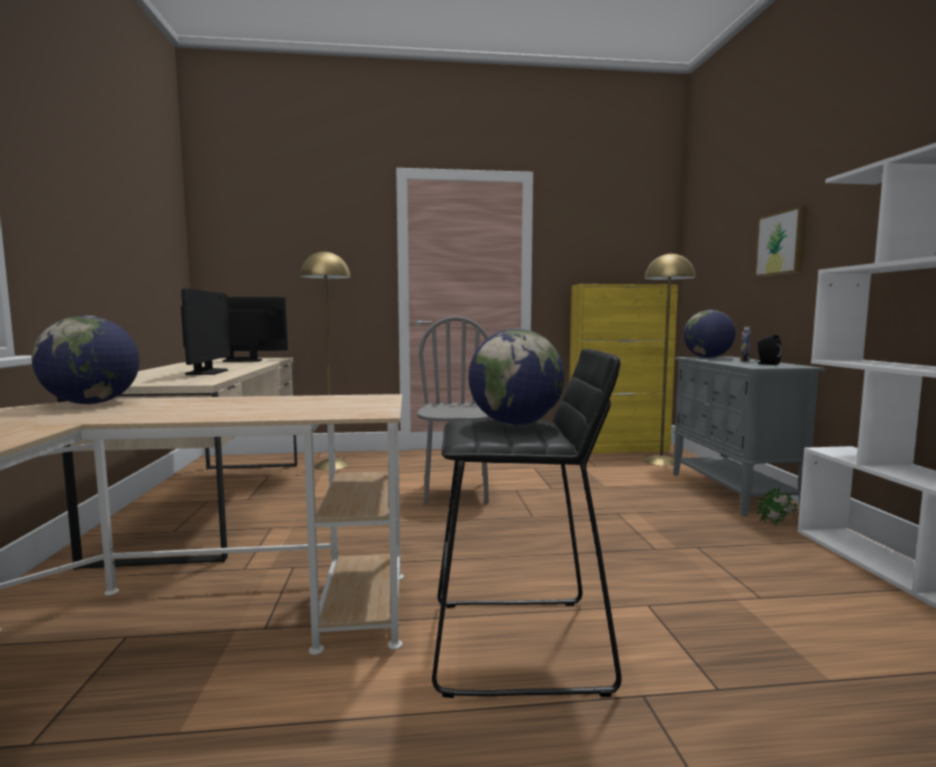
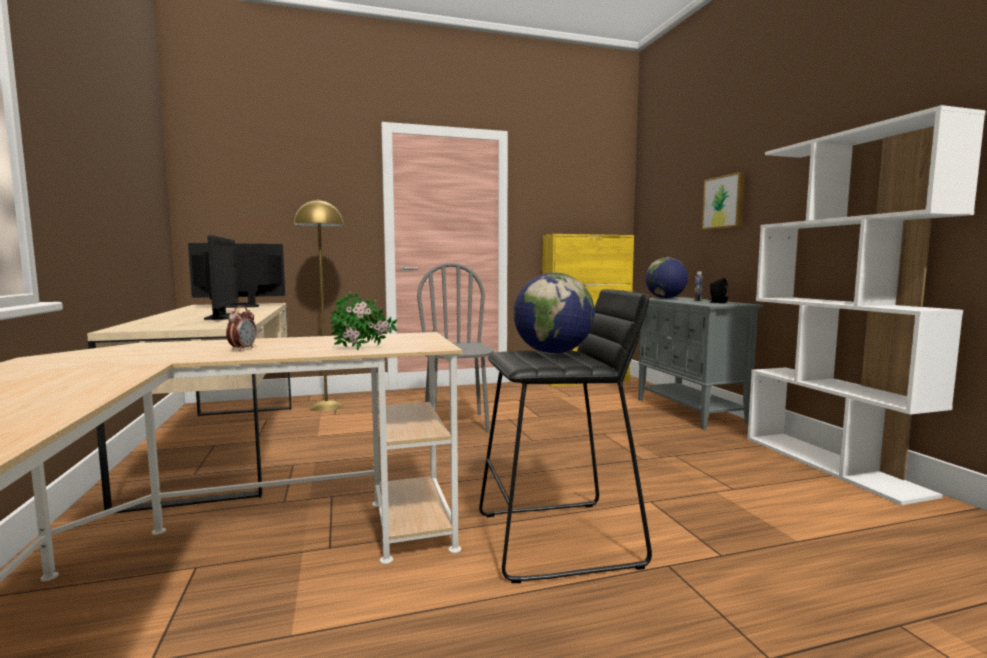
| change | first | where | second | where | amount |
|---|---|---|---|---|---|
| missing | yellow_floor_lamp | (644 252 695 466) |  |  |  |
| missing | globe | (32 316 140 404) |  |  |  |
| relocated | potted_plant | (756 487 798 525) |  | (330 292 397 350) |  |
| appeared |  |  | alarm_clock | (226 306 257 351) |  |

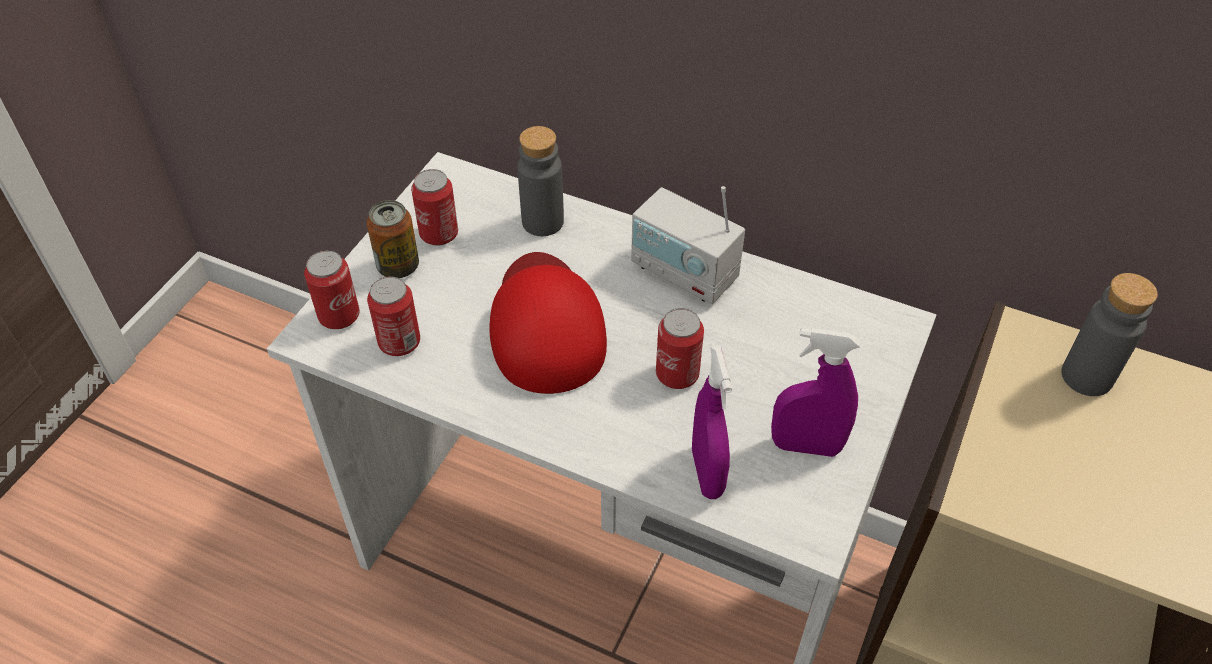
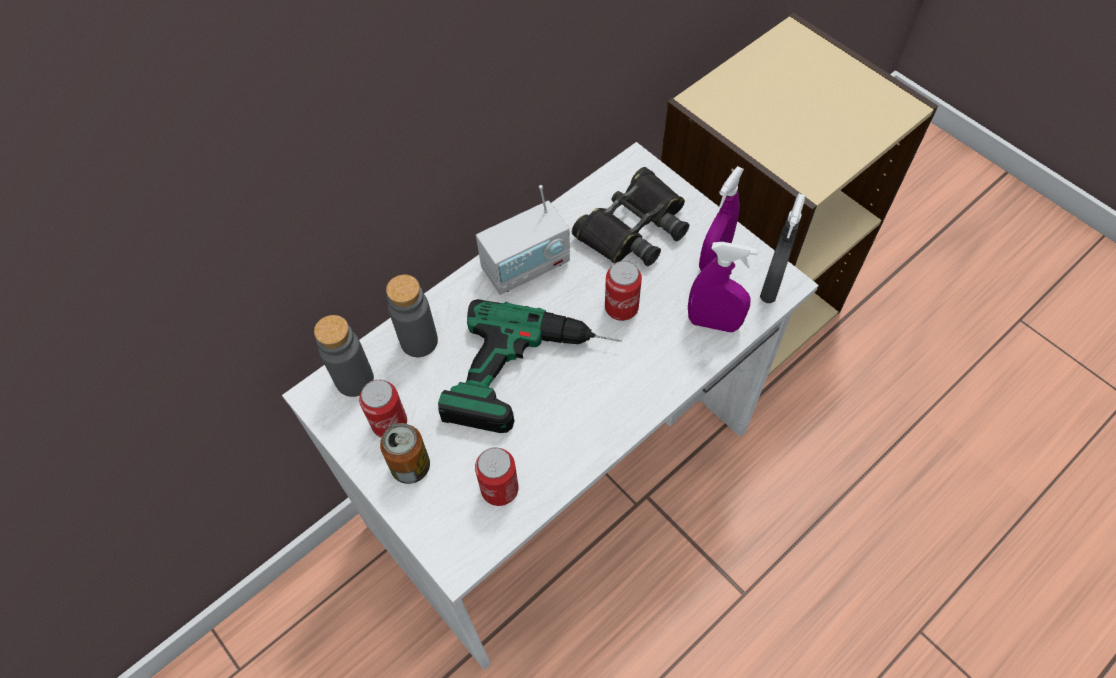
| change | first | where | second | where | amount |
|---|---|---|---|---|---|
| missing | can | (304 250 360 329) |  |  |  |
| exchanged | red_cap | (489 252 607 394) | power_drill | (438 299 622 433) |  |
| relocated | grey_bottle | (1061 273 1158 396) |  | (314 315 374 397) |  |
| appeared |  |  | black_binoculars | (572 167 689 266) |  |
| appeared |  |  | grey_spray_bottle | (760 193 806 303) |  |

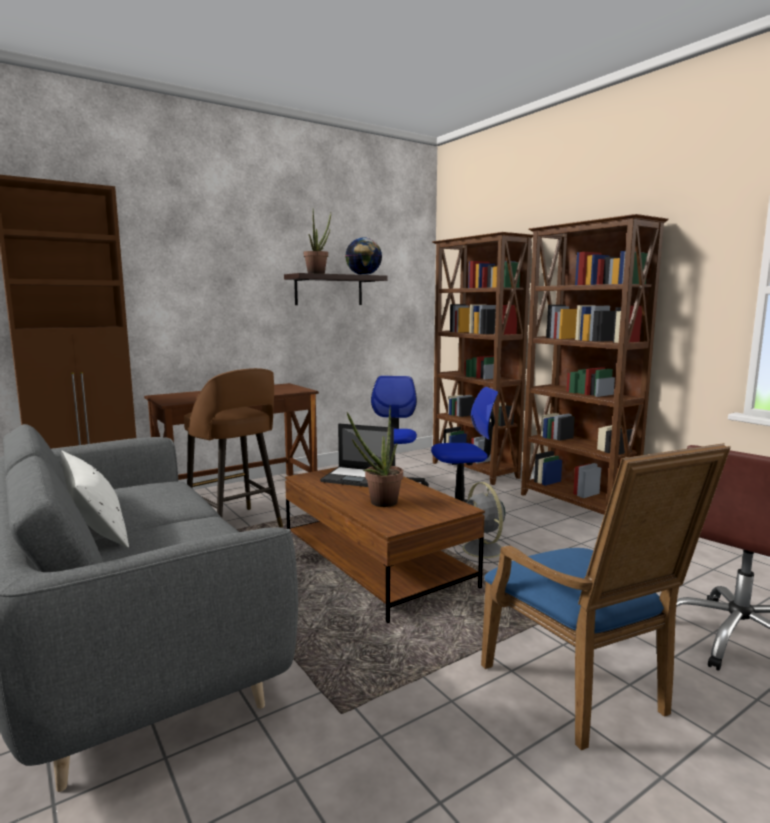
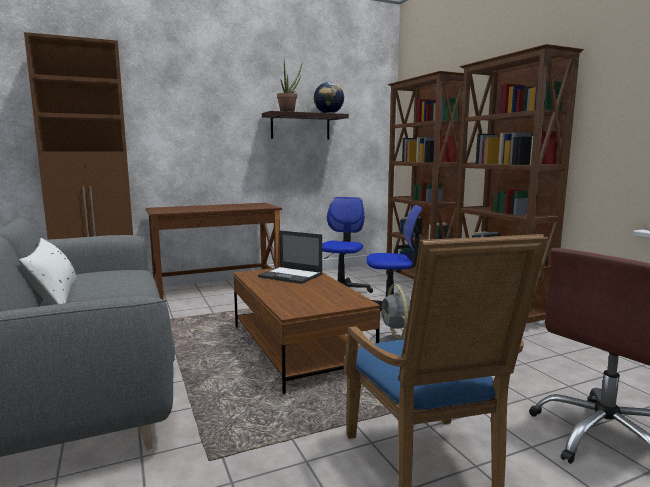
| change | first | where | second | where | amount |
|---|---|---|---|---|---|
| missing | brown_stool | (184 368 283 527) |  |  |  |
| missing | potted_plant | (347 406 403 507) |  |  |  |

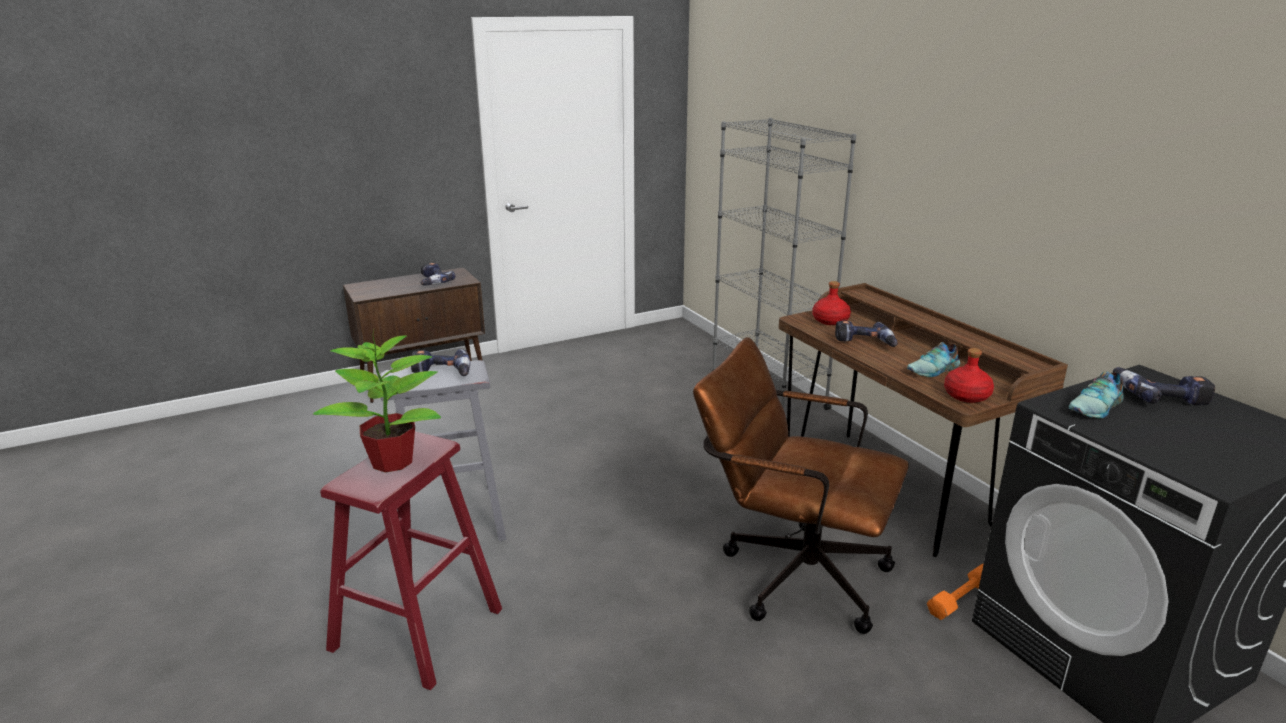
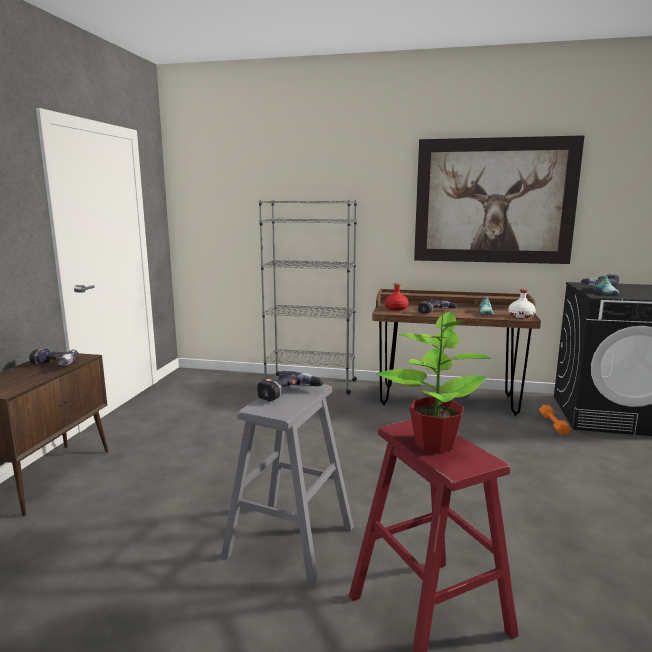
| change | first | where | second | where | amount |
|---|---|---|---|---|---|
| missing | brown_office_chair | (693 337 909 634) |  |  |  |
| colour | red_bottle | (944 348 994 403) | white_bottle | (508 289 536 318) |  |
| appeared |  |  | picture | (414 135 585 264) |  |

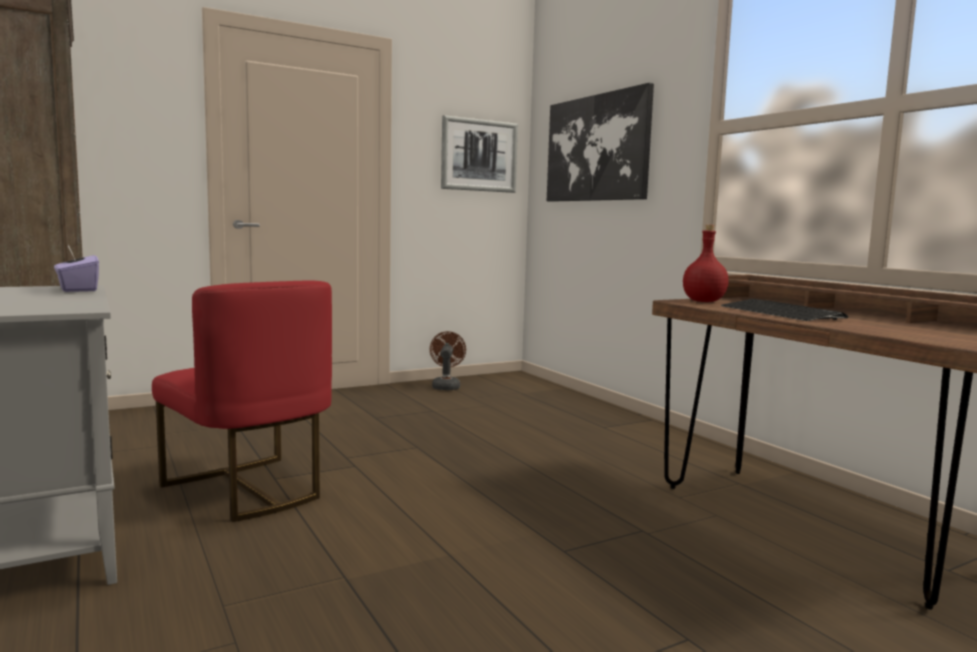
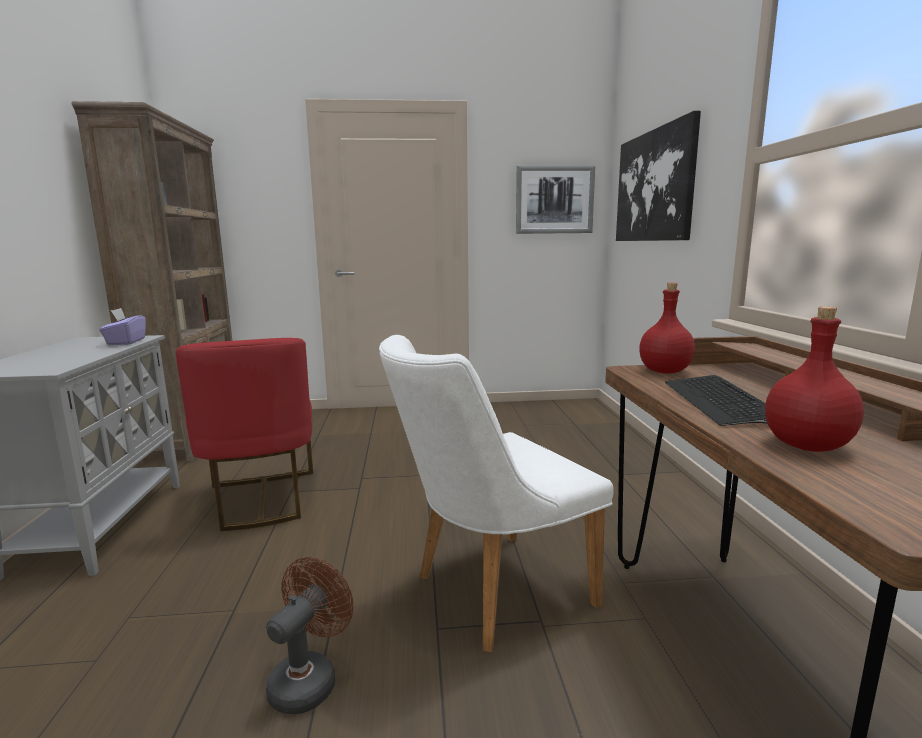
| change | first | where | second | where | amount |
|---|---|---|---|---|---|
| relocated | brown_fan | (430 331 466 390) |  | (266 557 353 714) |  |
| appeared |  |  | red_bottle | (765 307 864 452) |  |
| appeared |  |  | white_chair | (379 335 614 652) |  |

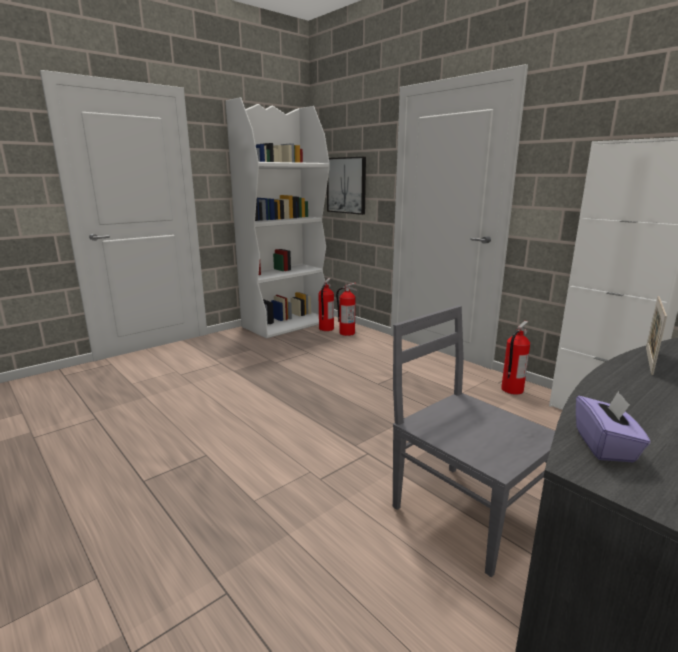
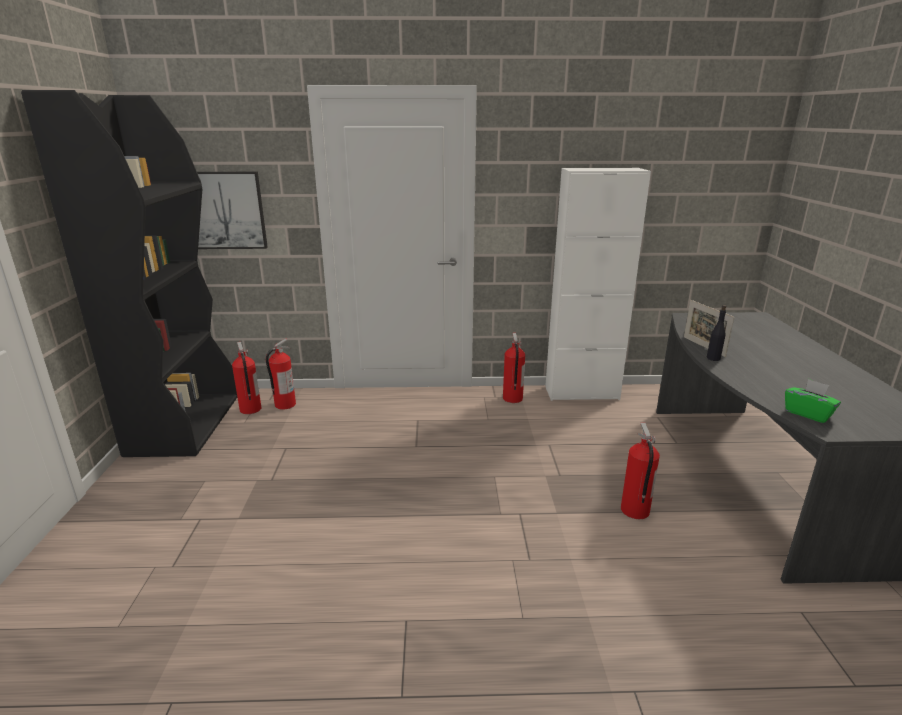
| change | first | where | second | where | amount |
|---|---|---|---|---|---|
| colour | white_bookcase | (226 97 330 339) | black_bookcase | (21 90 237 457) |  |
| exchanged | grey_chair | (393 305 555 577) | fire_extinguisher | (621 422 660 519) |  |
| colour | purple_tissue_box | (576 391 651 462) | green_tissue_box | (785 379 841 423) |  |
| appeared |  |  | black_bottle | (707 305 726 361) |  |

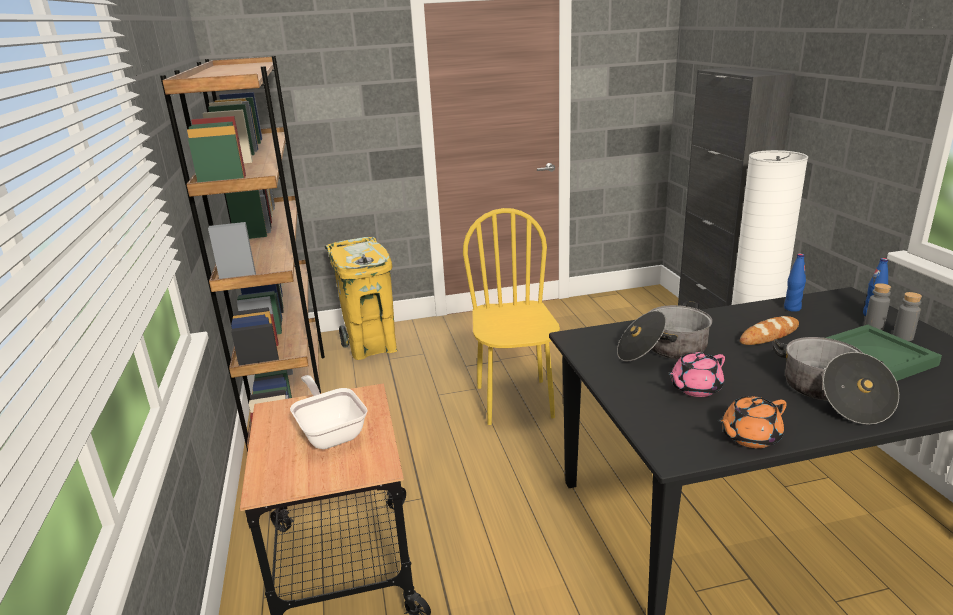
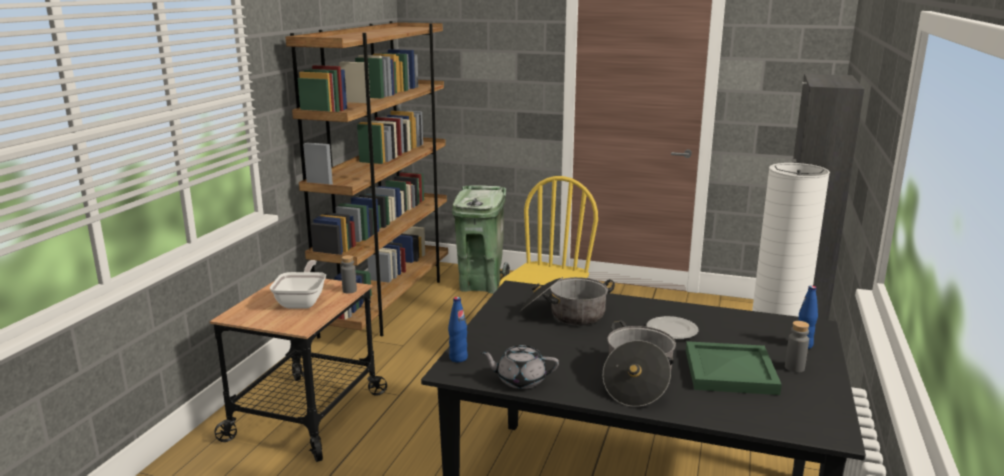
| change | first | where | second | where | amount |
|---|---|---|---|---|---|
| colour | yellow_trash_can | (325 237 397 360) | green_trash_can | (452 185 510 294) |  |
| relocated | blue_bottle | (784 253 806 312) |  | (448 297 468 362) |  |
| relocated | grey_bottle | (864 283 891 330) |  | (341 255 357 293) |  |
| exchanged | bread | (740 316 799 345) | plate | (647 316 699 339) |  |
| missing | pink_teapot | (668 352 725 397) |  |  |  |
| colour | orange_teapot | (718 396 787 448) | grey_teapot | (480 345 559 389) |  |

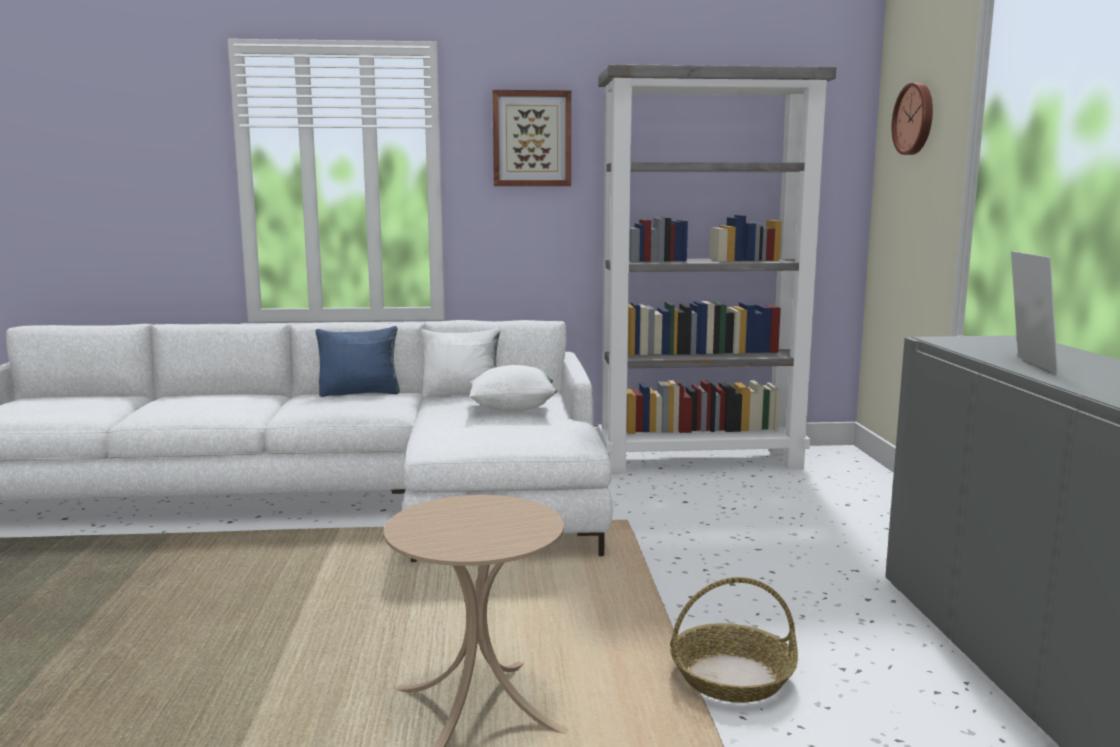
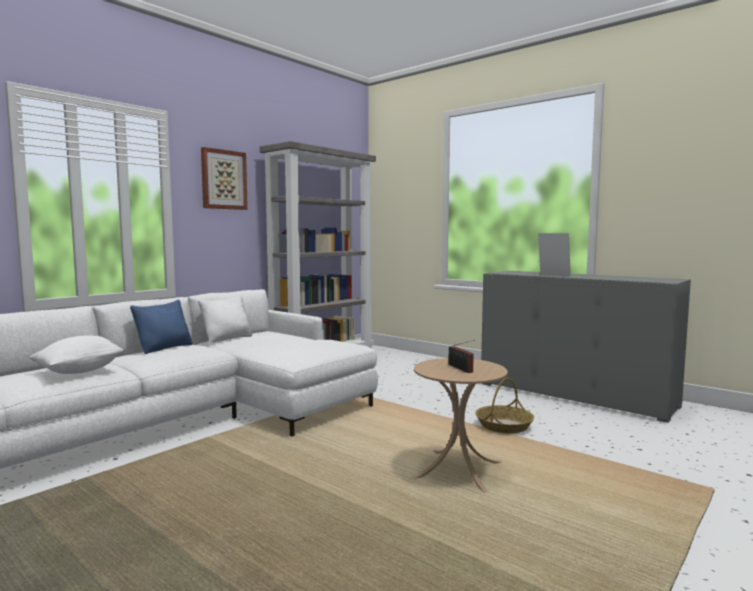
| change | first | where | second | where | amount |
|---|---|---|---|---|---|
| missing | wall_clock | (892 83 933 155) |  |  |  |
| relocated | white_pillow | (469 365 558 412) |  | (29 335 125 374) |  |
| appeared |  |  | radio | (448 340 475 373) |  |

